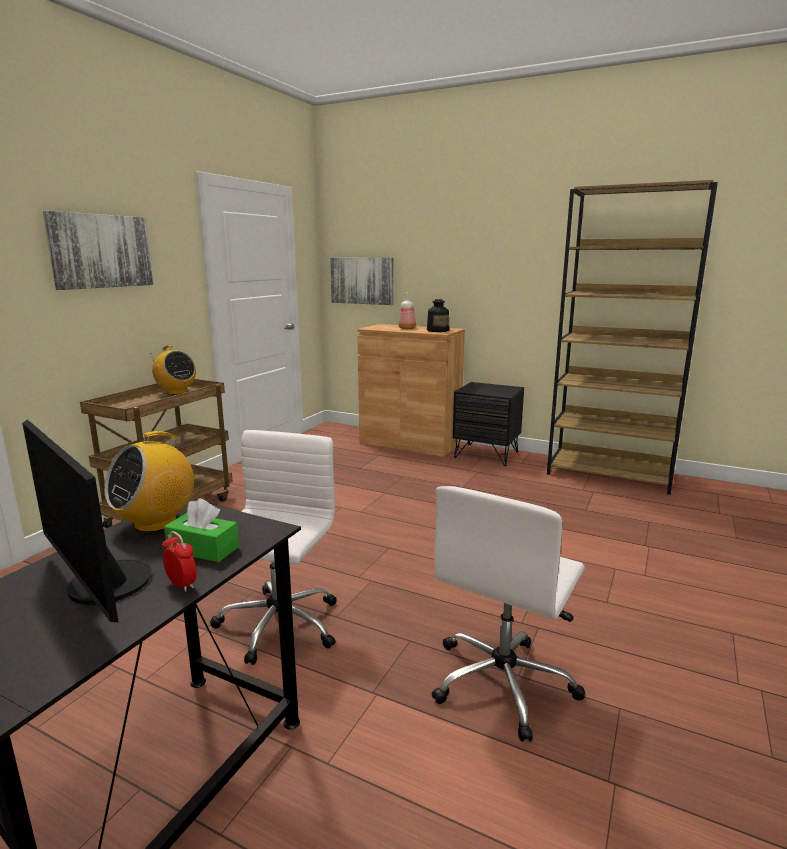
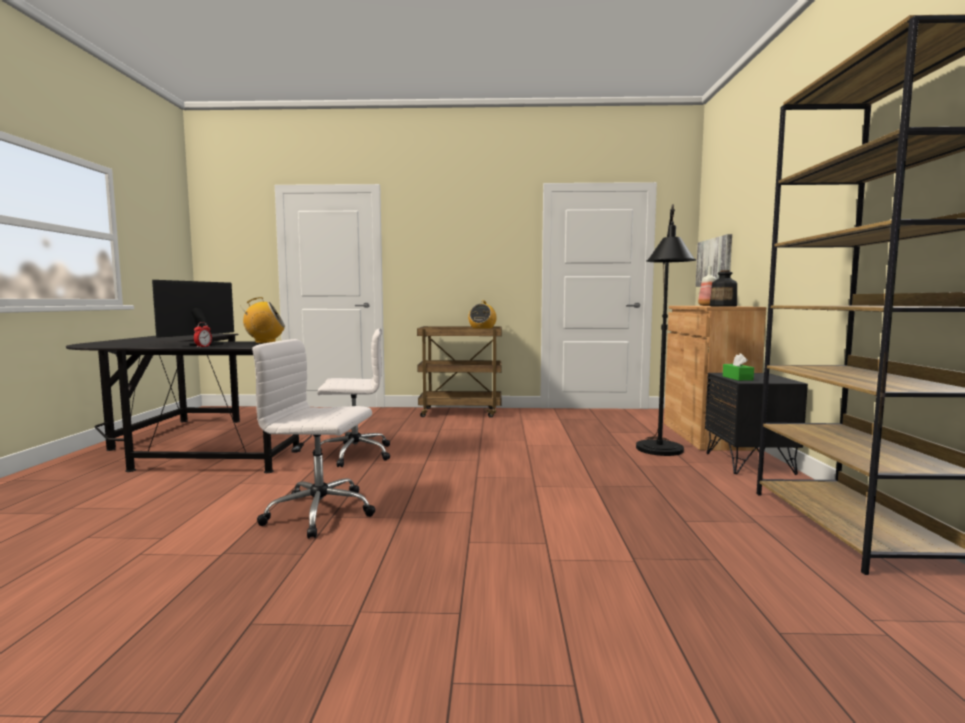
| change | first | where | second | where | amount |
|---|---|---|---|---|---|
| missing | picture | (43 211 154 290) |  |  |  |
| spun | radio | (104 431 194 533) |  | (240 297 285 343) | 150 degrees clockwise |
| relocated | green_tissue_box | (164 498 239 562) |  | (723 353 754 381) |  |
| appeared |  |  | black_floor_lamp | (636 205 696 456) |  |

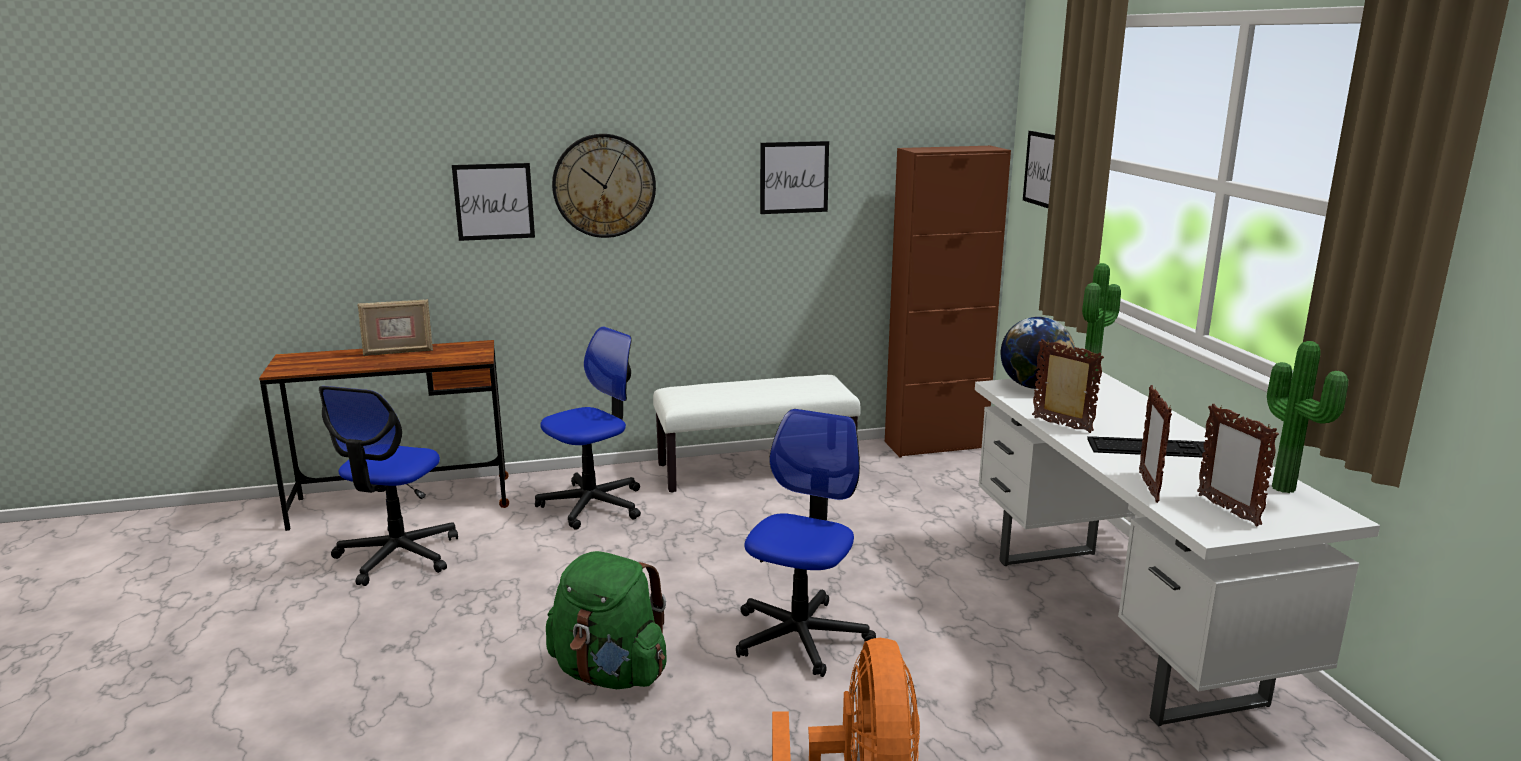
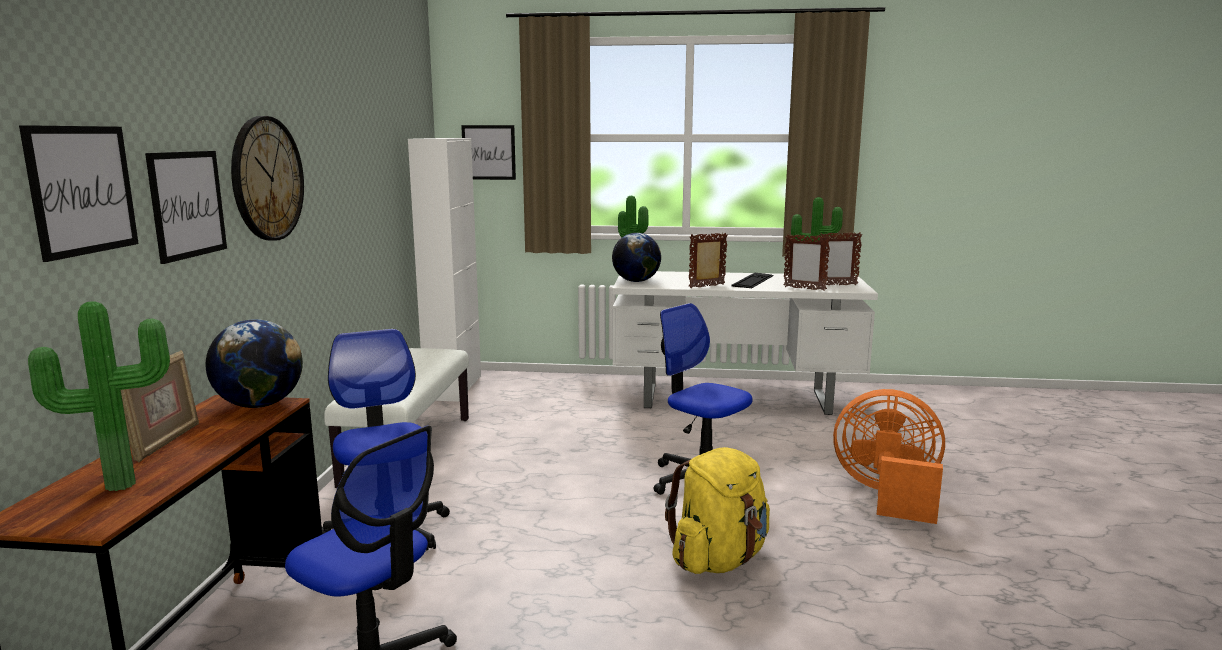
| change | first | where | second | where | amount |
|---|---|---|---|---|---|
| relocated | picture | (760 141 829 214) |  | (19 125 139 262) |  |
| colour | brown_cabinet | (885 145 1011 458) | white_cabinet | (408 138 481 402) |  |
| colour | green_backpack | (546 551 667 689) | yellow_backpack | (665 447 770 574) |  |
| appeared |  |  | potted_plant | (28 301 170 491) |  |
| appeared |  |  | globe | (205 319 303 408) |  |

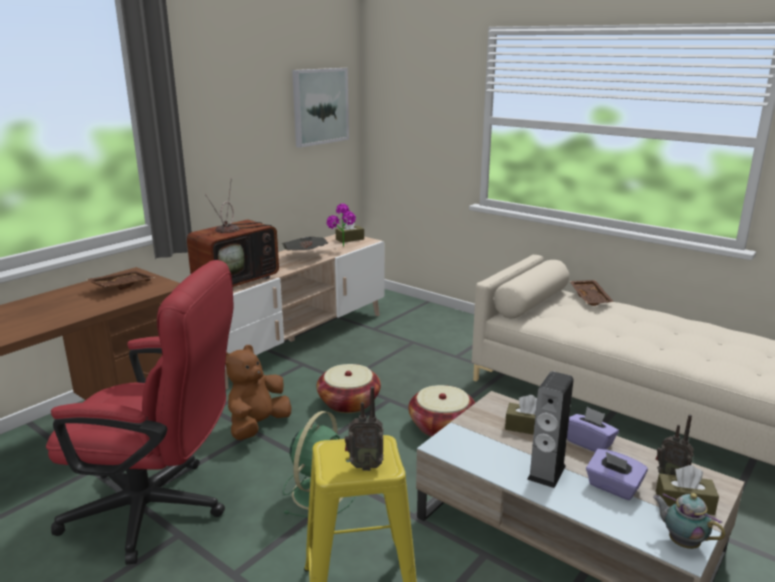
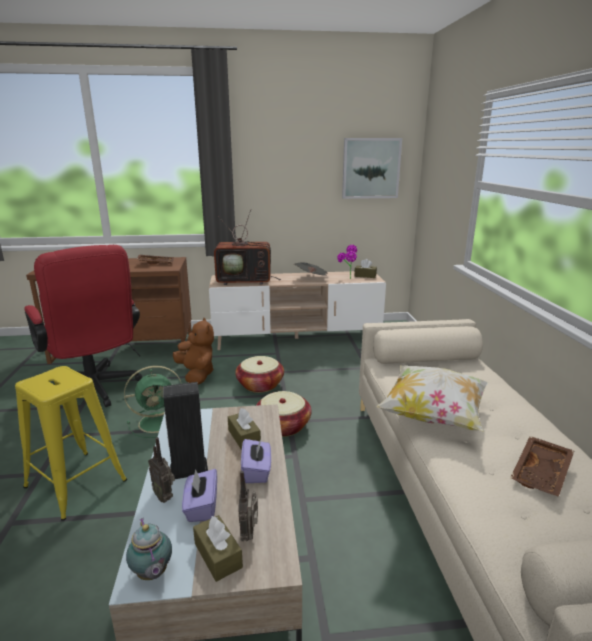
| change | first | where | second | where | amount |
|---|---|---|---|---|---|
| relocated | brown_tray | (570 280 614 306) |  | (510 436 574 497) |  |
| spun | brown_plush_toy | (225 345 292 440) |  | (173 318 214 385) | 75 degrees clockwise |
| relocated | radio | (345 386 384 471) |  | (148 437 175 503) |  |
| spun | teapot | (653 493 726 549) |  | (126 518 172 580) | 150 degrees clockwise |
| appeared |  |  | pillow | (377 365 488 431) |  |

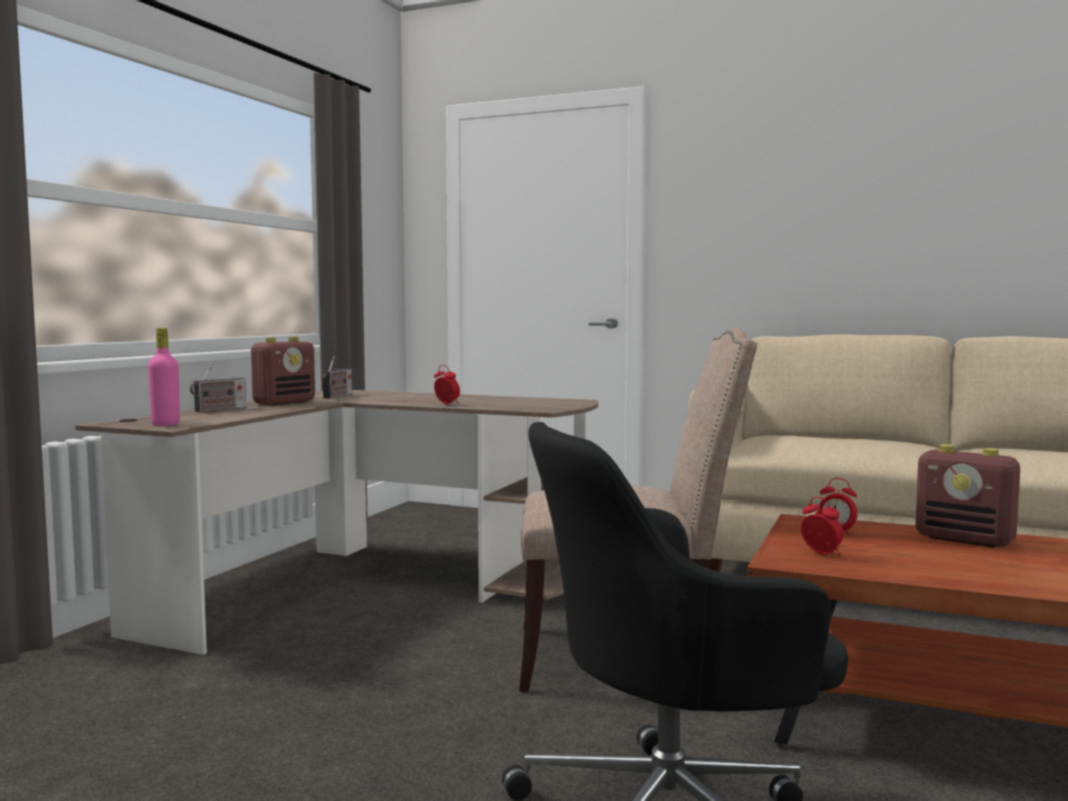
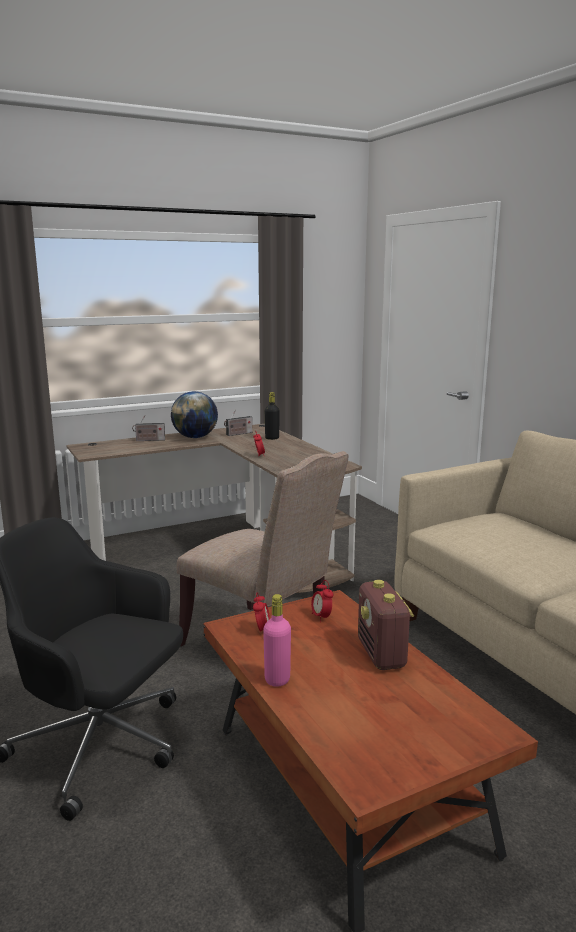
| change | first | where | second | where | amount |
|---|---|---|---|---|---|
| relocated | pink_bottle | (148 328 180 426) |  | (263 594 291 687) |  |
| exchanged | radio | (251 337 315 405) | globe | (171 391 218 438) |  |
| appeared |  |  | black_bottle | (265 392 280 440) |  |

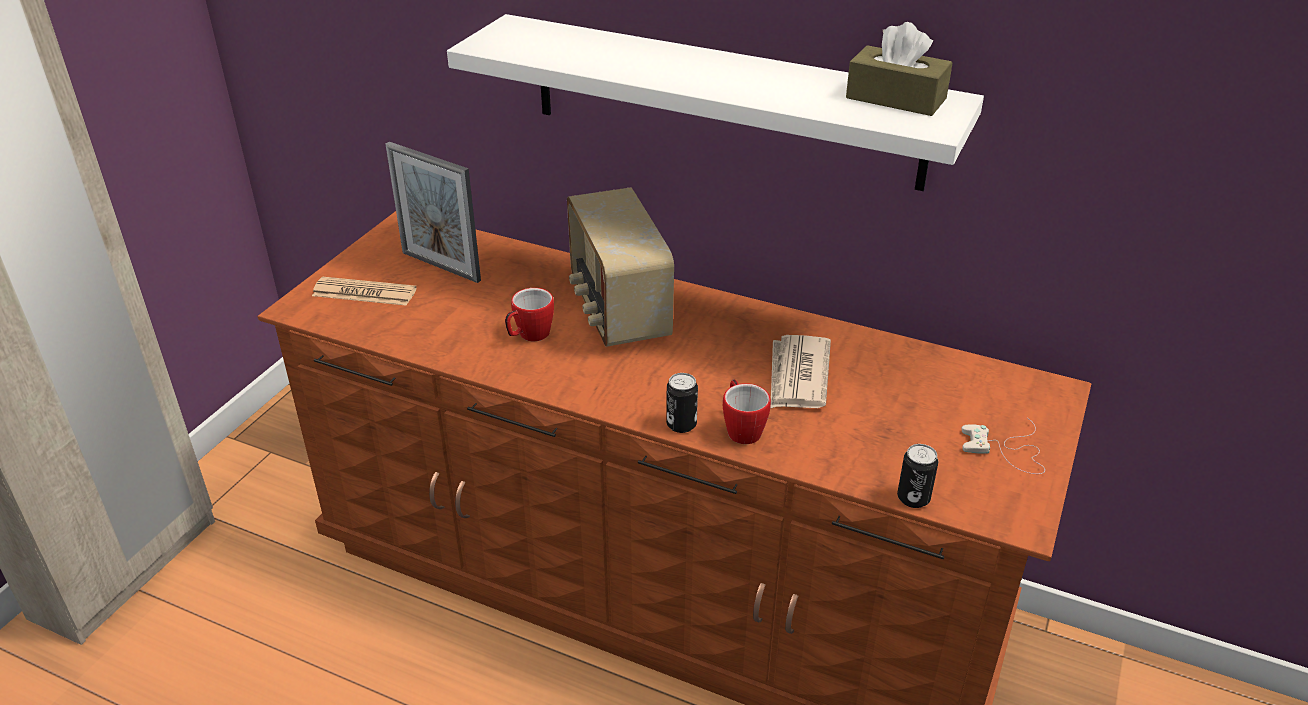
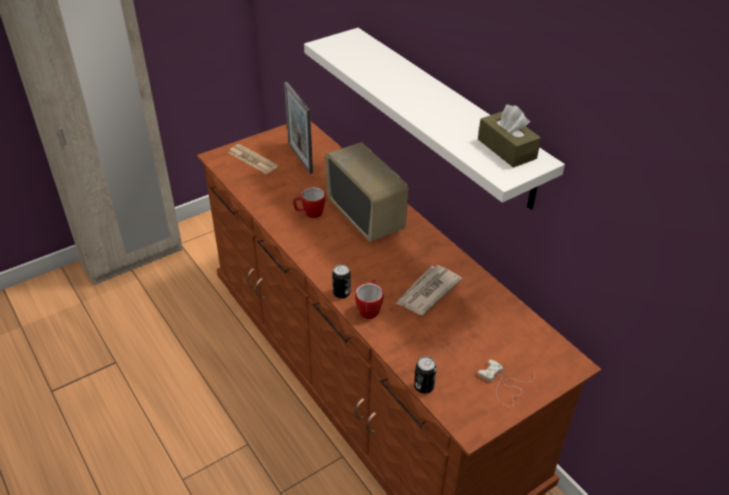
| change | first | where | second | where | amount |
|---|---|---|---|---|---|
| spun | radio | (567 187 674 347) |  | (325 142 409 242) | 135 degrees clockwise |

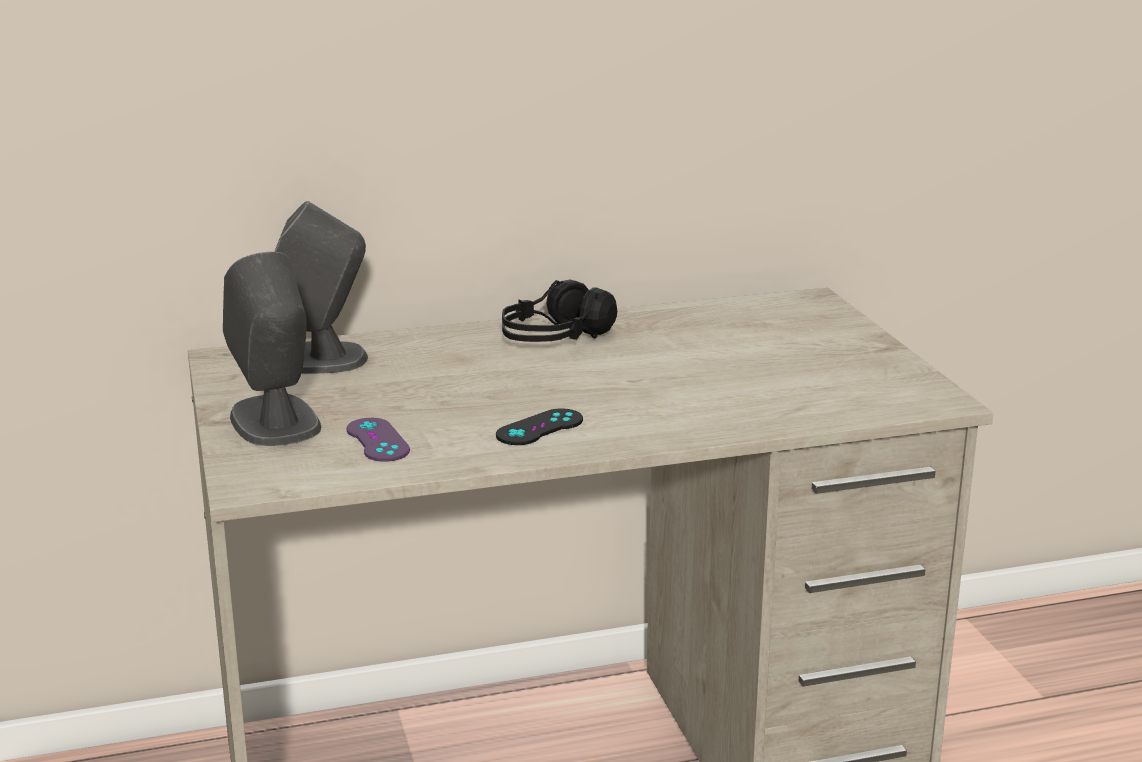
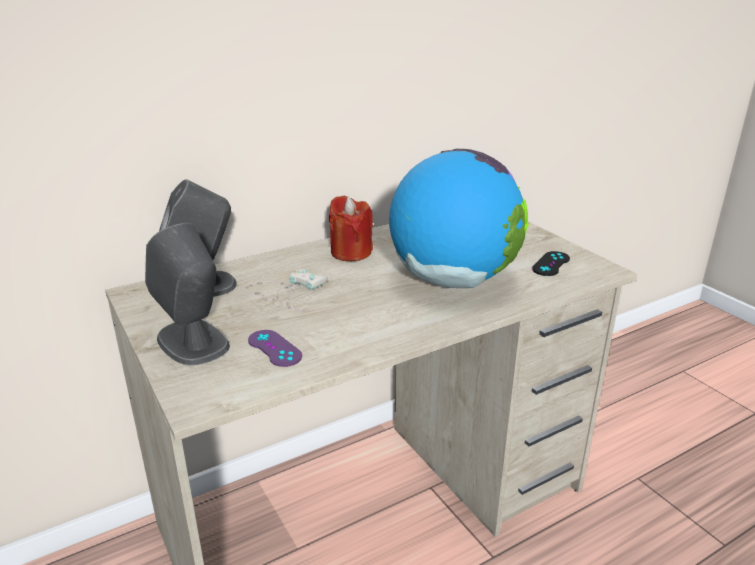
| change | first | where | second | where | amount |
|---|---|---|---|---|---|
| exchanged | black_headphones | (502 280 617 342) | red_candle | (329 196 373 261) |  |
| relocated | black_game_controller | (496 408 583 445) |  | (532 251 570 276) |  |
| appeared |  |  | globe | (389 149 529 288) |  |
| appeared |  |  | white_game_controller | (241 269 327 310) |  |

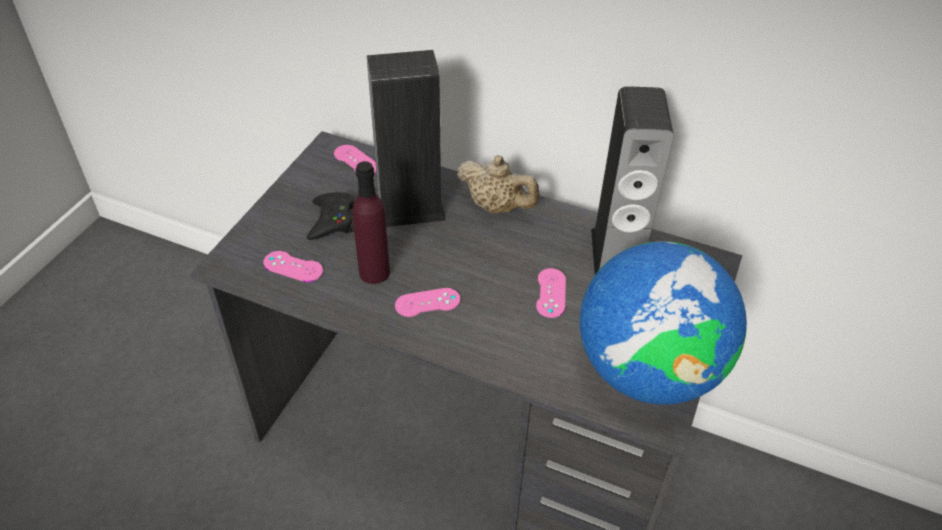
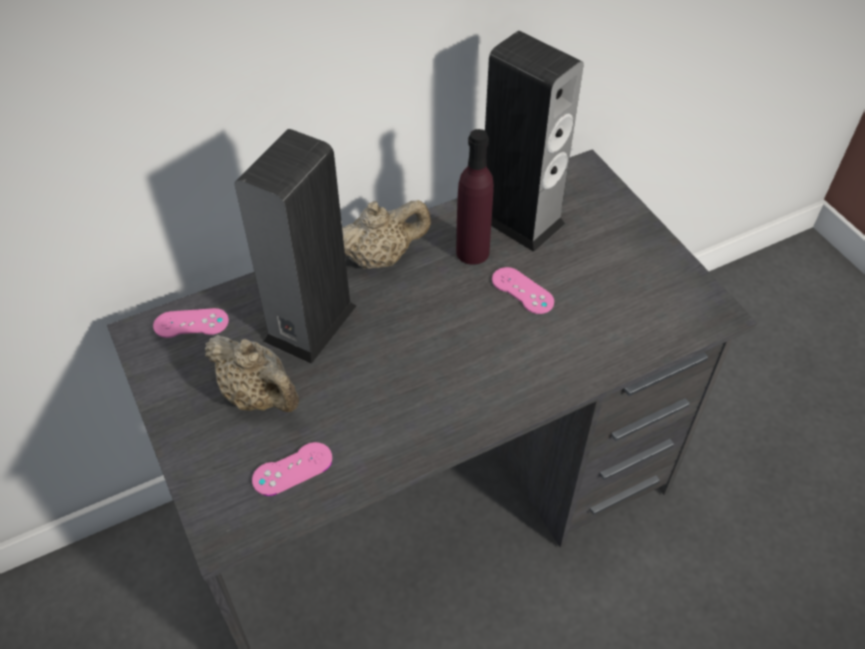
| change | first | where | second | where | amount |
|---|---|---|---|---|---|
| relocated | purple_bottle | (353 161 390 284) |  | (456 129 494 265) |  |
| exchanged | black_game_controller | (307 192 355 240) | beige_teapot | (205 335 299 412) |  |
| missing | globe | (580 241 747 405) |  |  |  |
| missing | pink_game_controller | (395 288 460 317) |  |  |  |

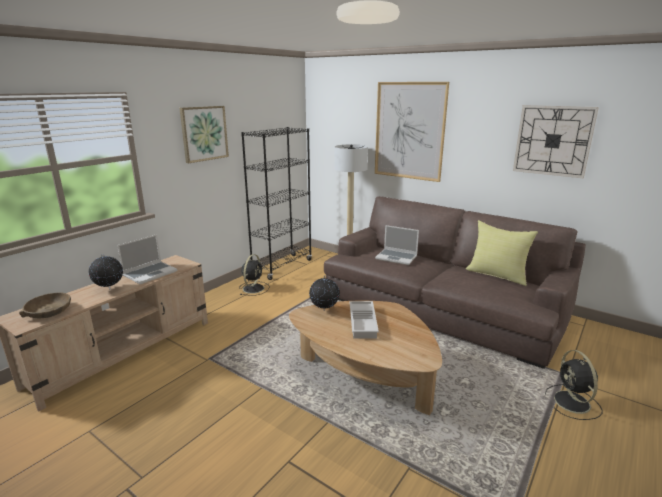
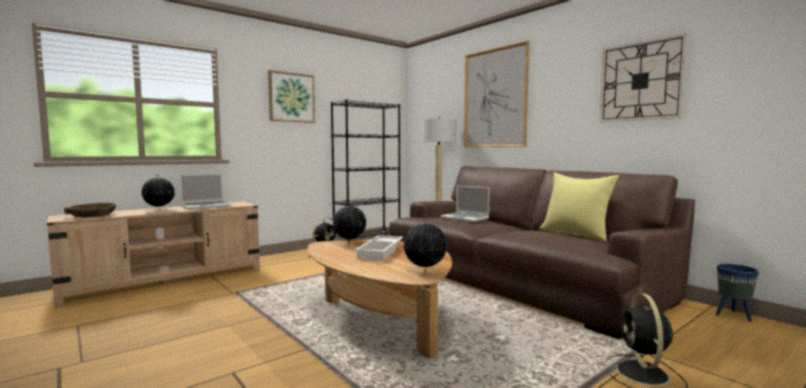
| change | first | where | second | where | amount |
|---|---|---|---|---|---|
| appeared |  |  | globe | (404 218 447 273) |  |
| appeared |  |  | blue_planter | (716 264 759 322) |  |

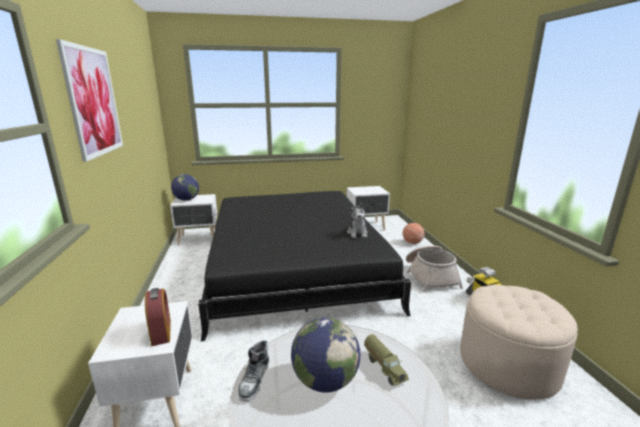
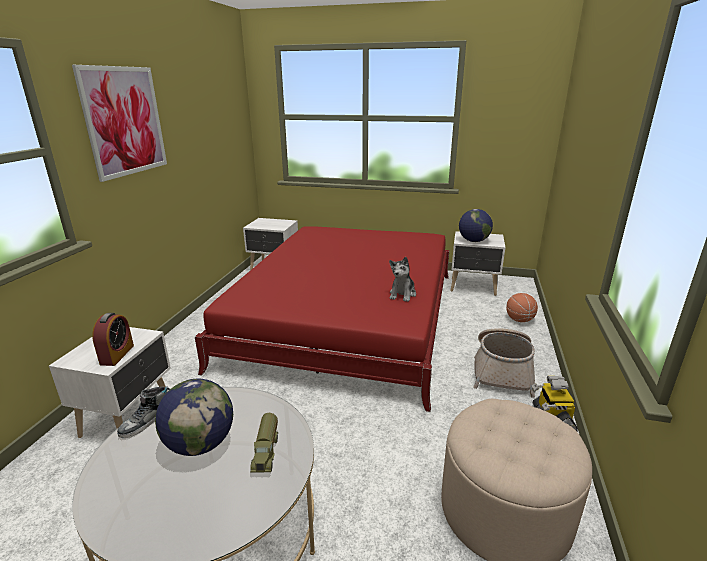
| change | first | where | second | where | amount |
|---|---|---|---|---|---|
| relocated | globe | (171 174 199 201) |  | (459 209 493 242) |  |
| colour | black_bed | (198 191 411 341) | red_bed | (195 226 449 412) |  |

